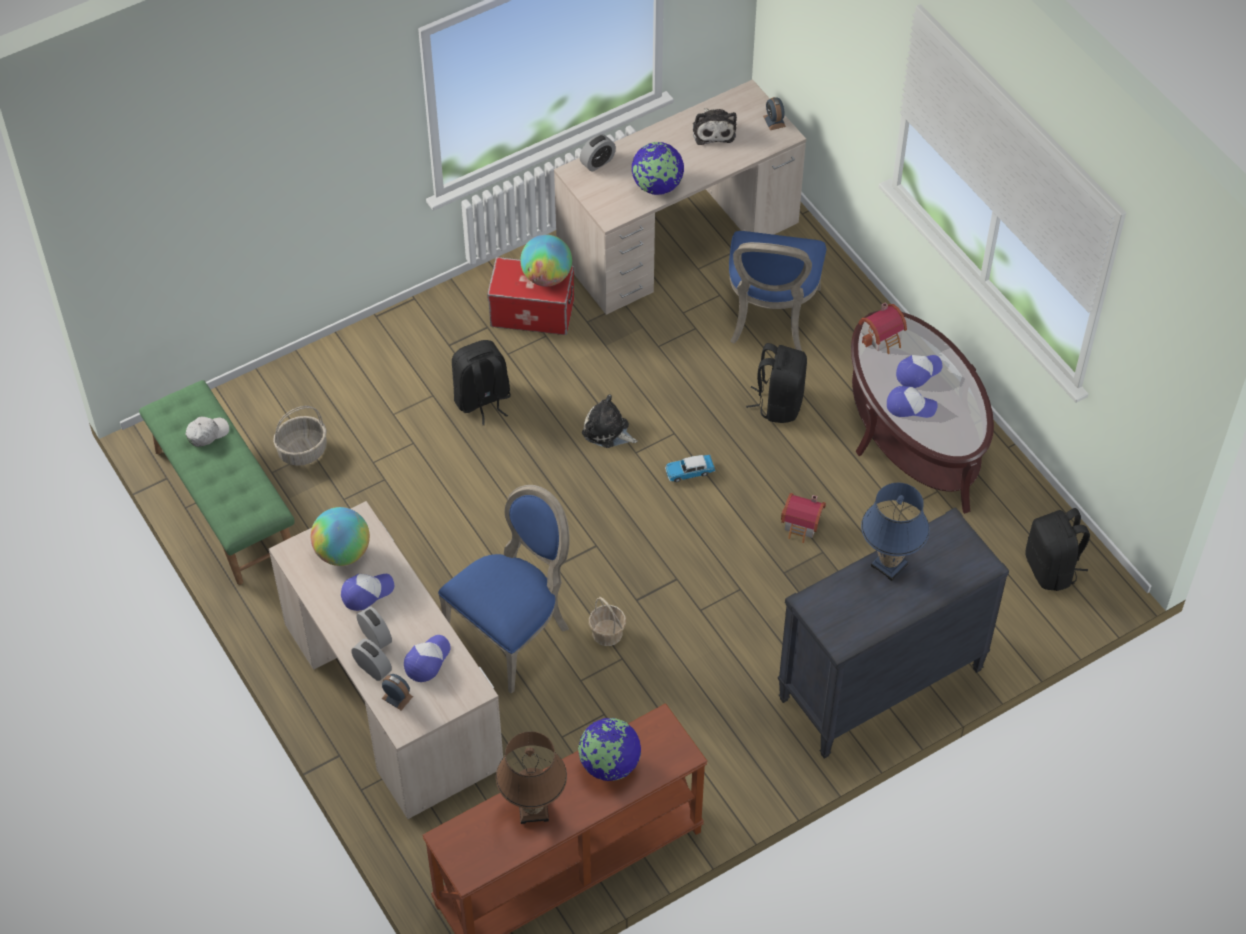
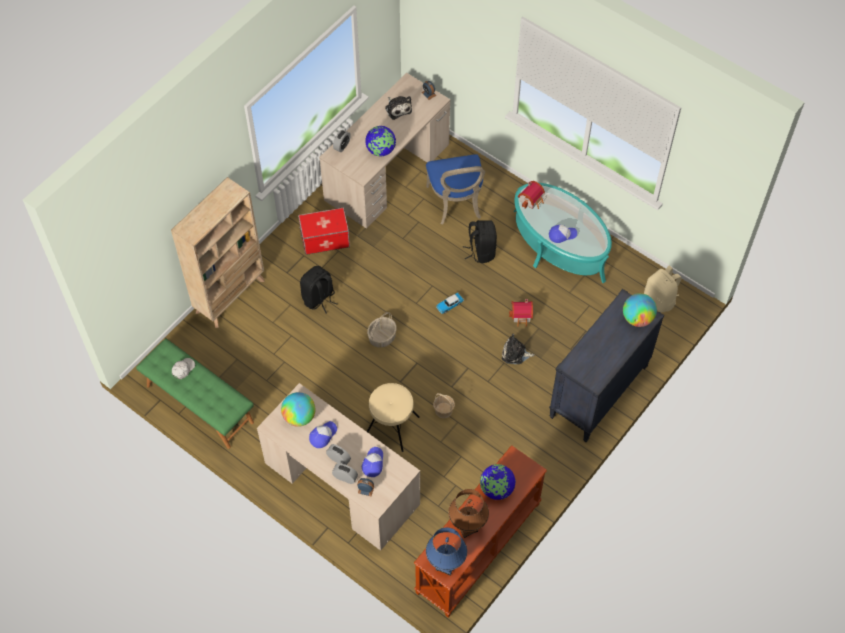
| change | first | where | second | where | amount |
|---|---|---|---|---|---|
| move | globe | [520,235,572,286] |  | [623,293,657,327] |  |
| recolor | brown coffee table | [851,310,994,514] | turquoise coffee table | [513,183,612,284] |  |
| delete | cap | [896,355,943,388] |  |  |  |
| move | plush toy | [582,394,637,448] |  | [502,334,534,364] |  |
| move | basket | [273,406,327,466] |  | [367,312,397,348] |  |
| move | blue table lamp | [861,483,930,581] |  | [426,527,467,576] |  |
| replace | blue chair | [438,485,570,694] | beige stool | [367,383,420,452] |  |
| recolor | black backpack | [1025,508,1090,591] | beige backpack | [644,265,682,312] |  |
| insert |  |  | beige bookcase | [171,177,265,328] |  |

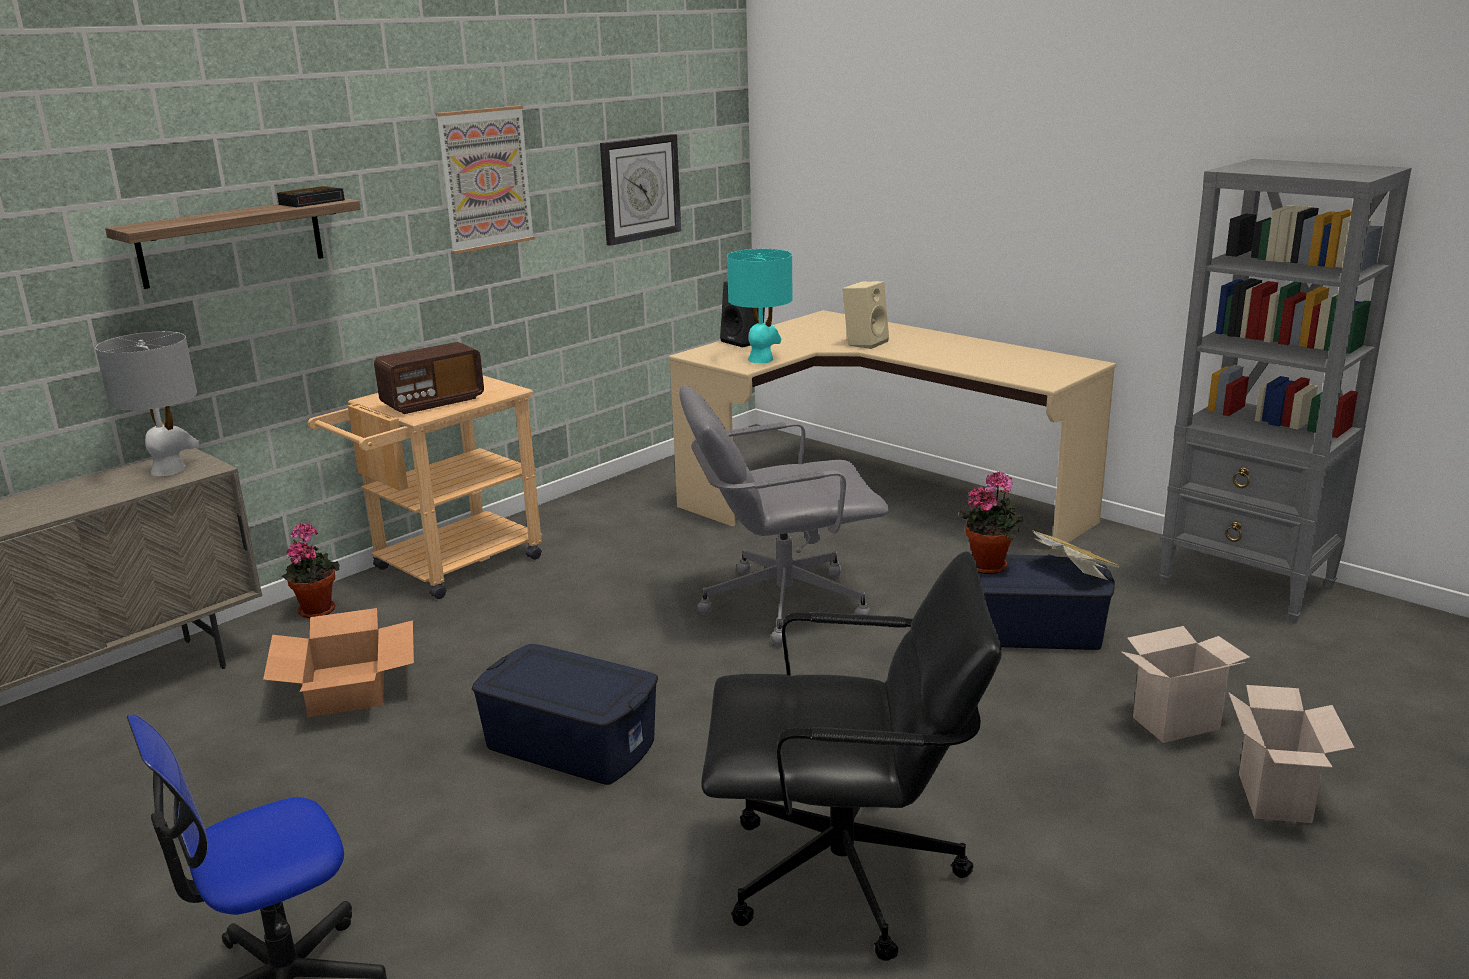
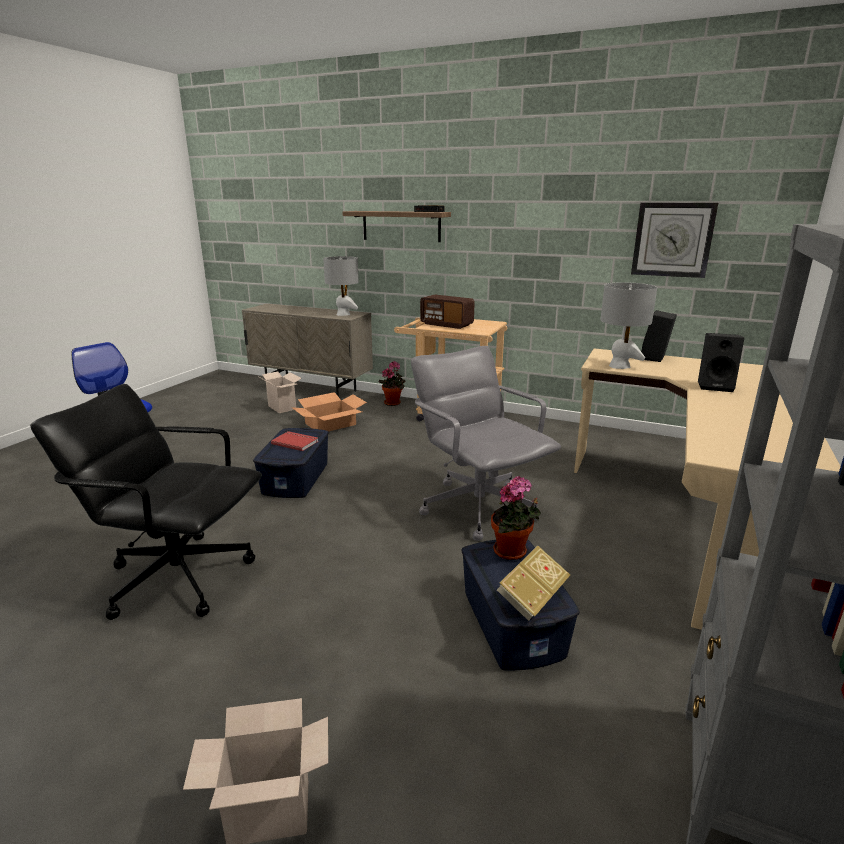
| change | first | where | second | where | amount |
|---|---|---|---|---|---|
| delete | picture | [435,106,535,254] |  |  |  |
| recolor | turquoise table lamp | [727,249,793,363] | grey table lamp | [600,282,657,369] |  |
| recolor | beige speaker | [843,281,889,349] | black speaker | [698,333,744,392] |  |
| rotate | black office chair | [701,551,1002,961] |  | [30,384,262,620] | 120 degrees clockwise |
| move | cardboard box | [1121,626,1250,743] |  | [260,372,302,413] |  |
| insert |  |  | red book | [271,431,318,451] |  |

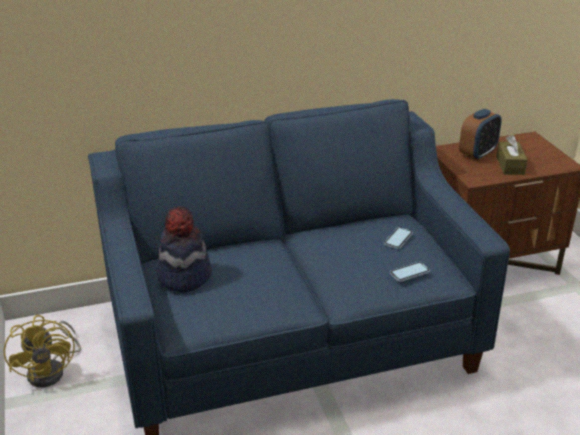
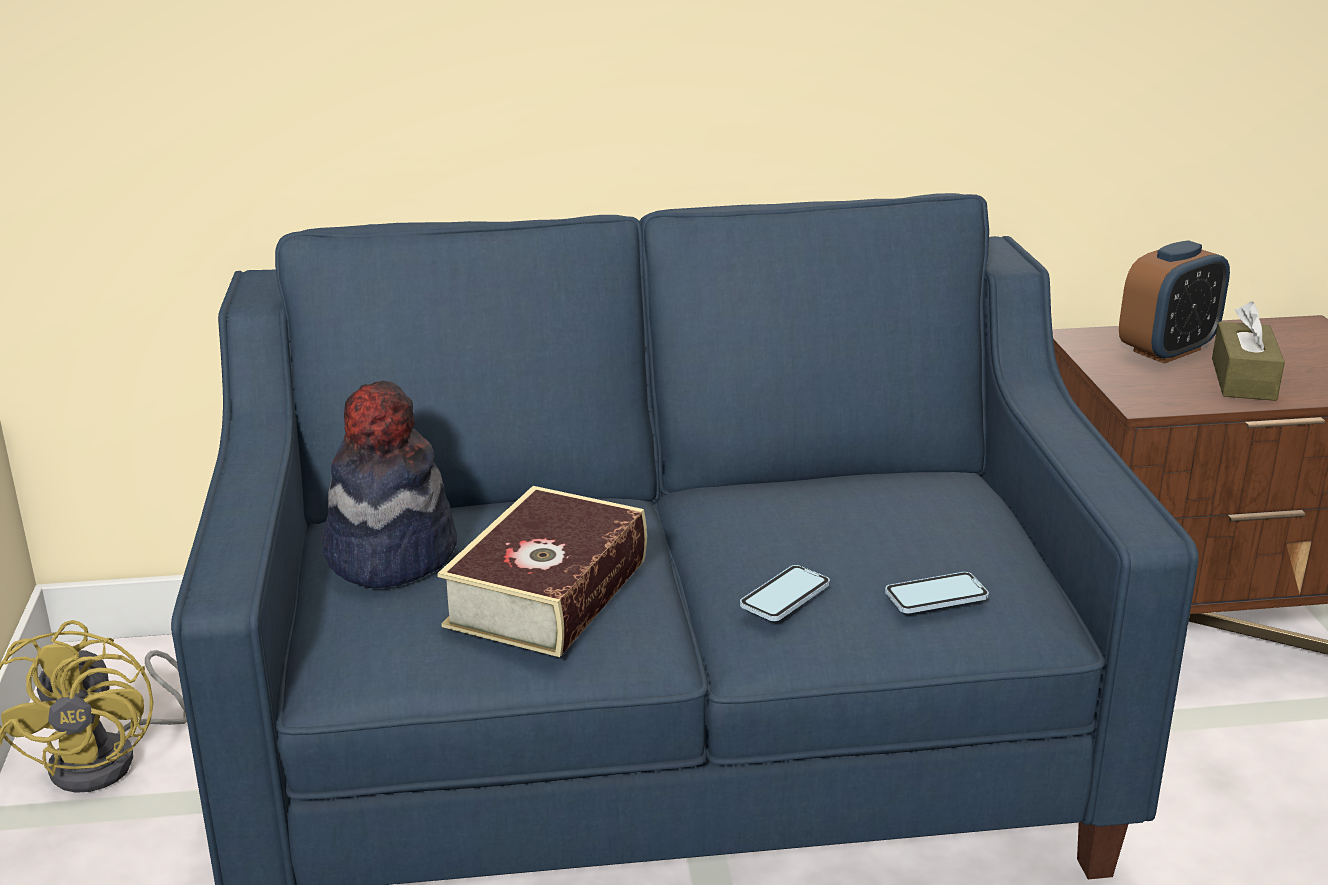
| change | first | where | second | where | amount |
|---|---|---|---|---|---|
| move | phone | [384,227,413,249] |  | [740,565,830,621] |  |
| insert |  |  | book | [437,486,647,657] |  |

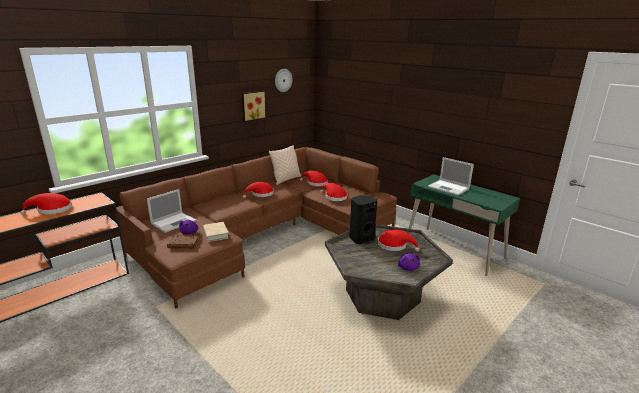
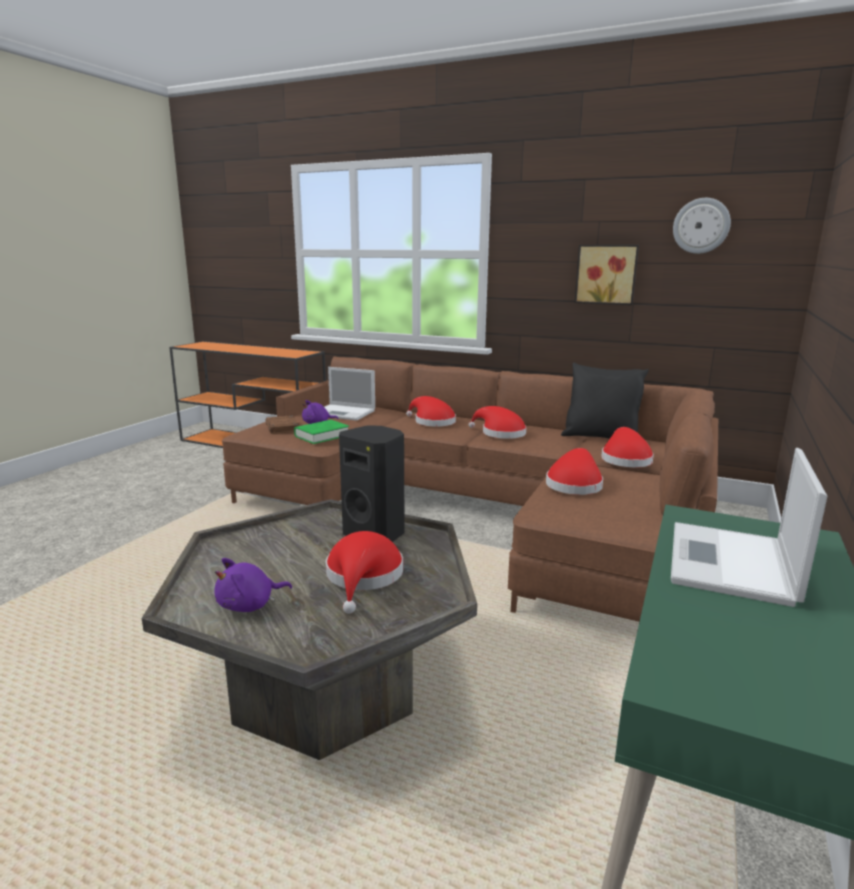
| change | first | where | second | where | amount |
|---|---|---|---|---|---|
| recolor | beige pillow | [269,145,301,185] | black pillow | [561,362,649,439] |  |
| move | red hat | [20,193,72,215] |  | [406,396,456,427] |  |
| recolor | beige book | [203,222,229,242] | green book | [294,420,349,444] |  |

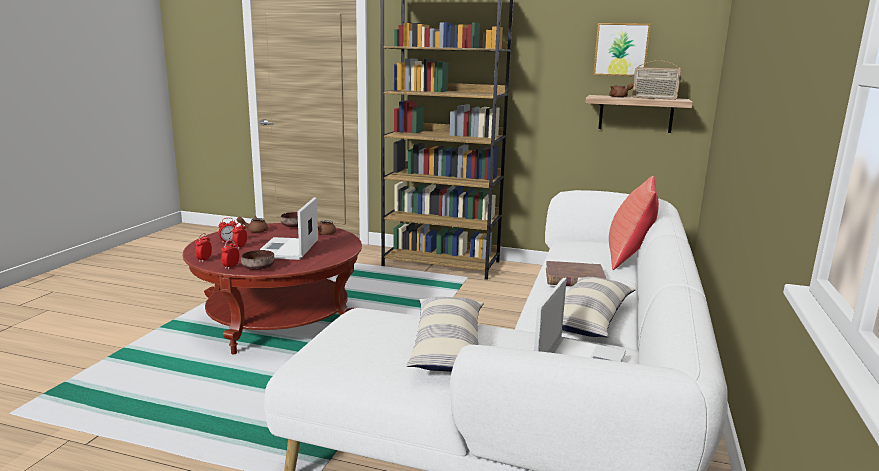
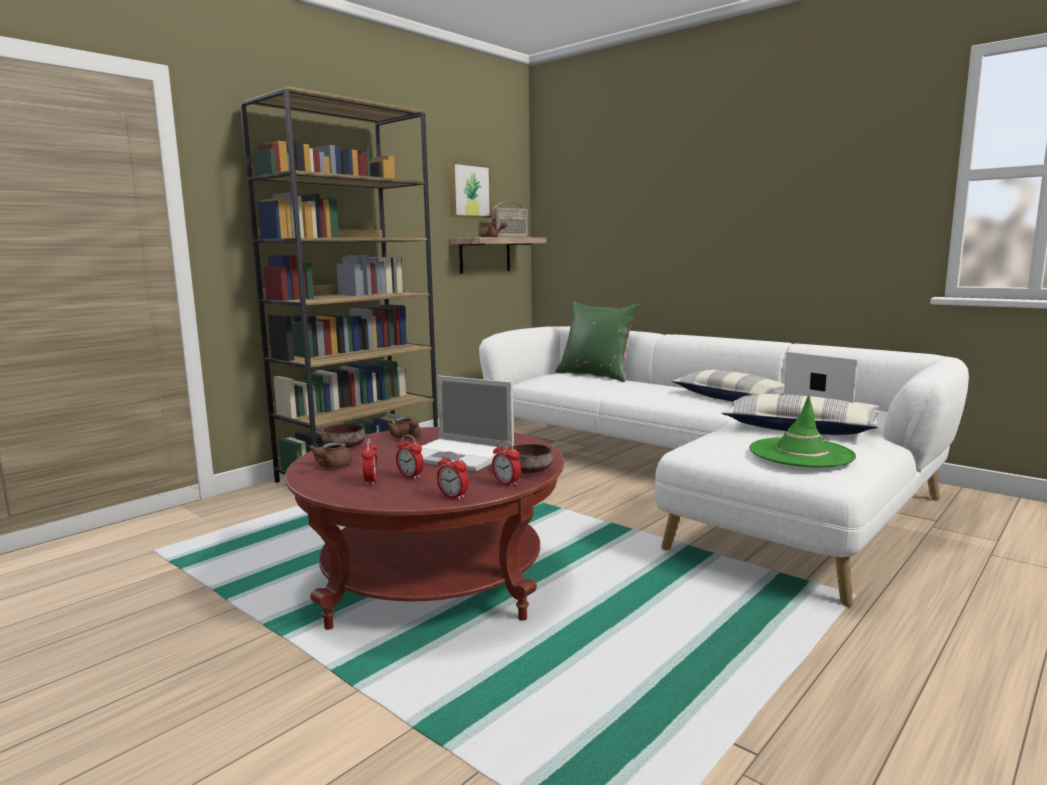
| change | first | where | second | where | amount |
|---|---|---|---|---|---|
| recolor | red pillow | [609,176,659,270] | green pillow | [556,302,640,382] |  |
| delete | brown book | [546,261,606,286] |  |  |  |
| insert |  |  | green hat | [749,395,856,467] |  |

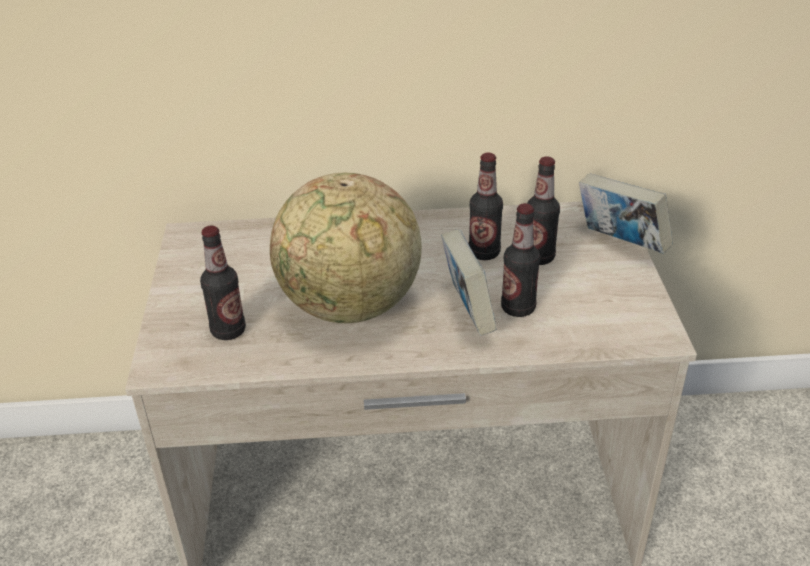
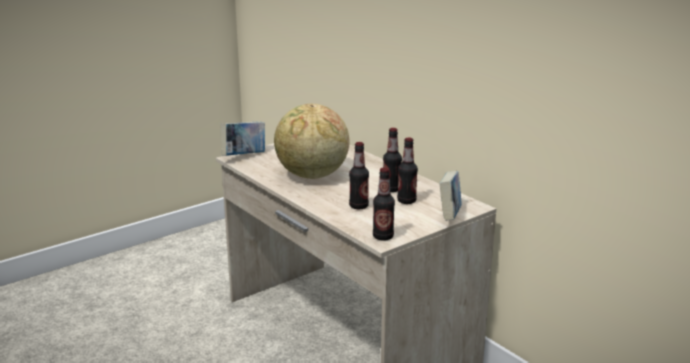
| change | first | where | second | where | amount |
|---|---|---|---|---|---|
| move | bottle | [200,226,246,340] |  | [373,167,395,241] |  |
| move | book | [441,229,496,336] |  | [220,121,265,156] |  |

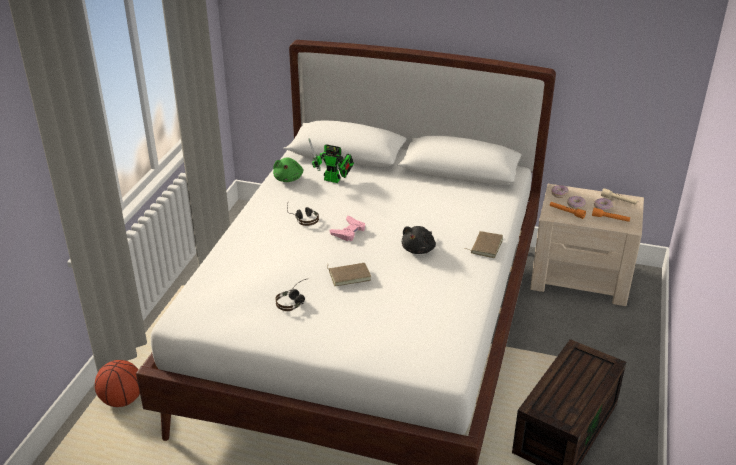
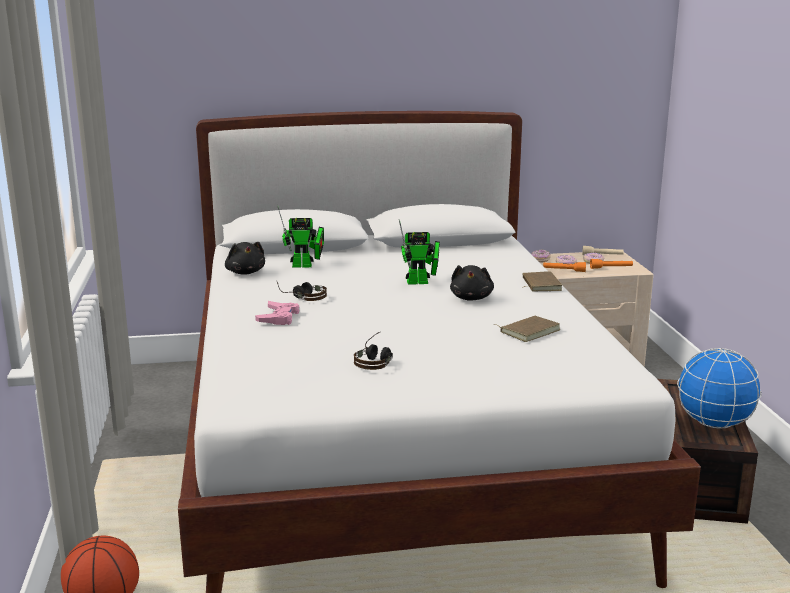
| change | first | where | second | where | amount |
|---|---|---|---|---|---|
| recolor | green plush toy | [273,157,303,182] | black plush toy | [225,242,265,275] |  |
| move | pink game controller | [330,216,365,241] |  | [255,301,299,325] |  |
| move | brown book | [327,263,371,286] |  | [493,316,560,342] |  |
| insert |  |  | toy robot | [399,219,440,285] |  |
| insert |  |  | globe | [677,348,762,428] |  |

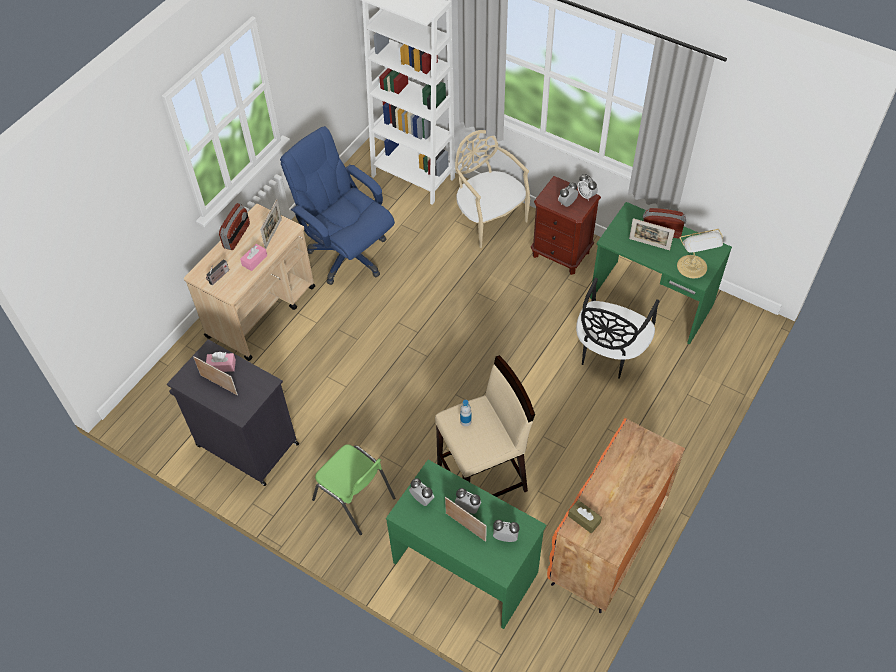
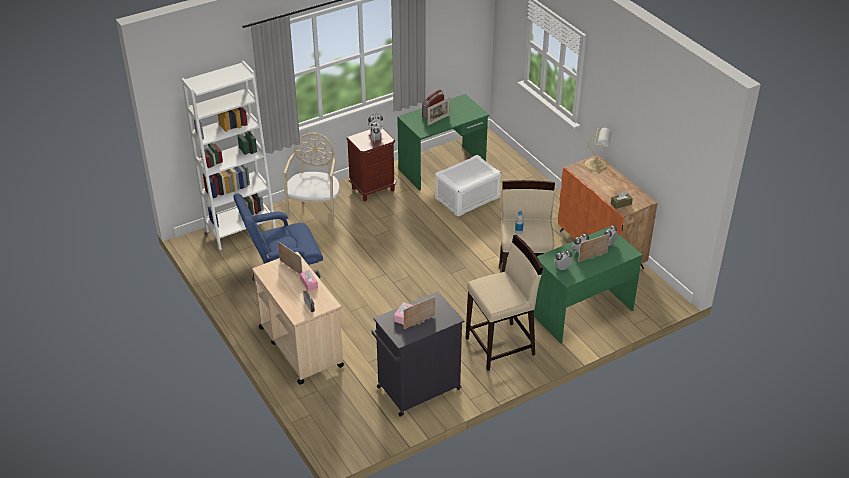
| change | first | where | second | where | amount |
|---|---|---|---|---|---|
| rotate | beige chair | [455,130,530,248] |  | [284,133,340,223] | 105 degrees clockwise |
| delete | radio | [219,203,250,250] |  |  |  |
| move | table lamp | [677,229,723,279] |  | [585,128,612,172] |  |
| replace | black chair | [576,278,660,379] | white storage box | [435,155,501,217] |  |
| replace | green chair | [312,444,395,535] | beige stool | [466,235,543,371] |  |

